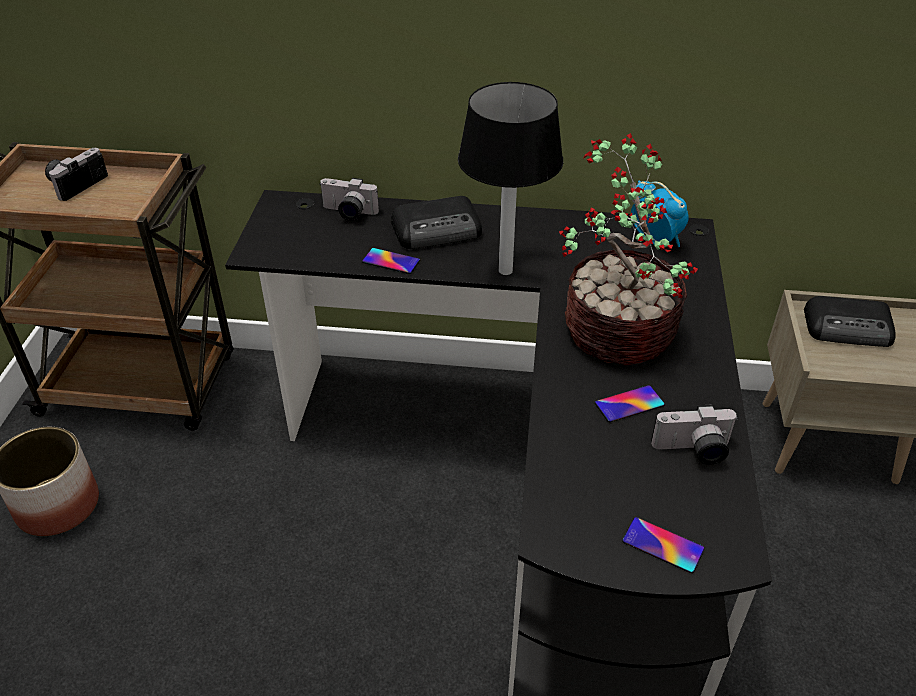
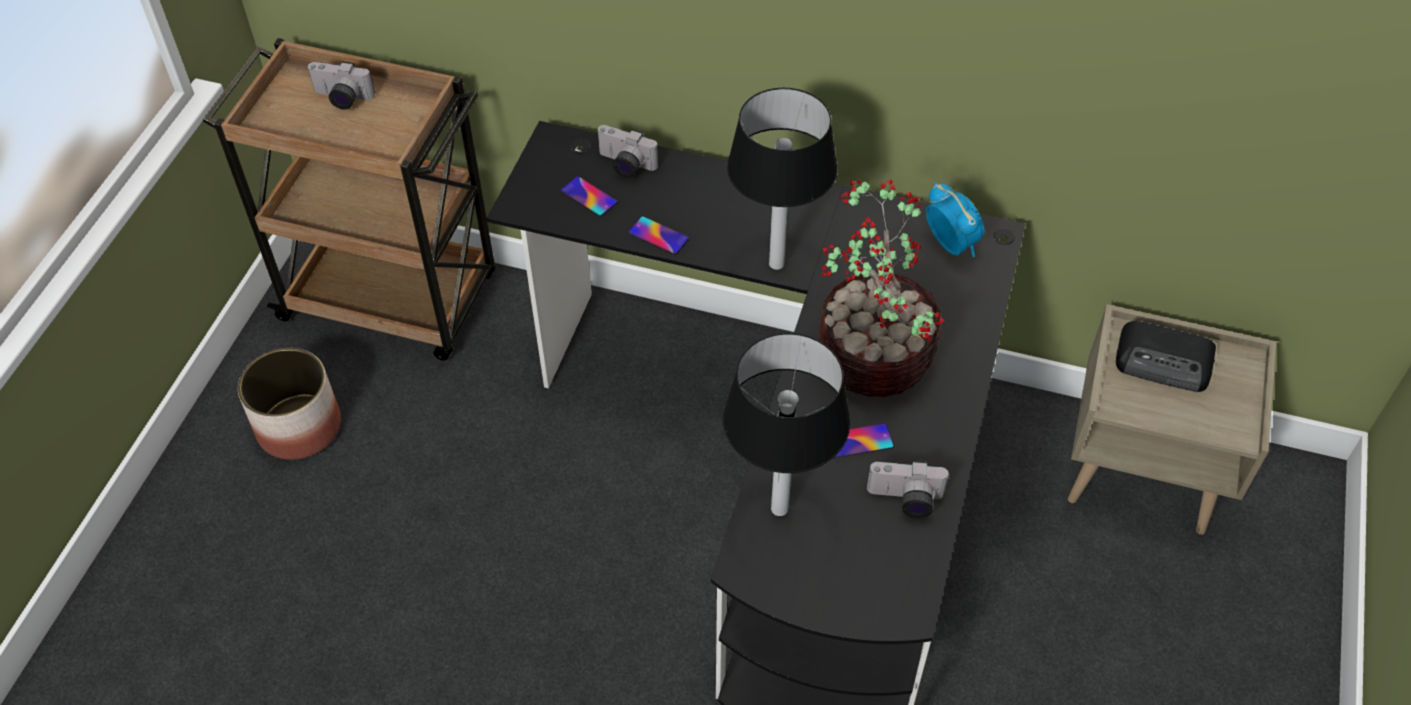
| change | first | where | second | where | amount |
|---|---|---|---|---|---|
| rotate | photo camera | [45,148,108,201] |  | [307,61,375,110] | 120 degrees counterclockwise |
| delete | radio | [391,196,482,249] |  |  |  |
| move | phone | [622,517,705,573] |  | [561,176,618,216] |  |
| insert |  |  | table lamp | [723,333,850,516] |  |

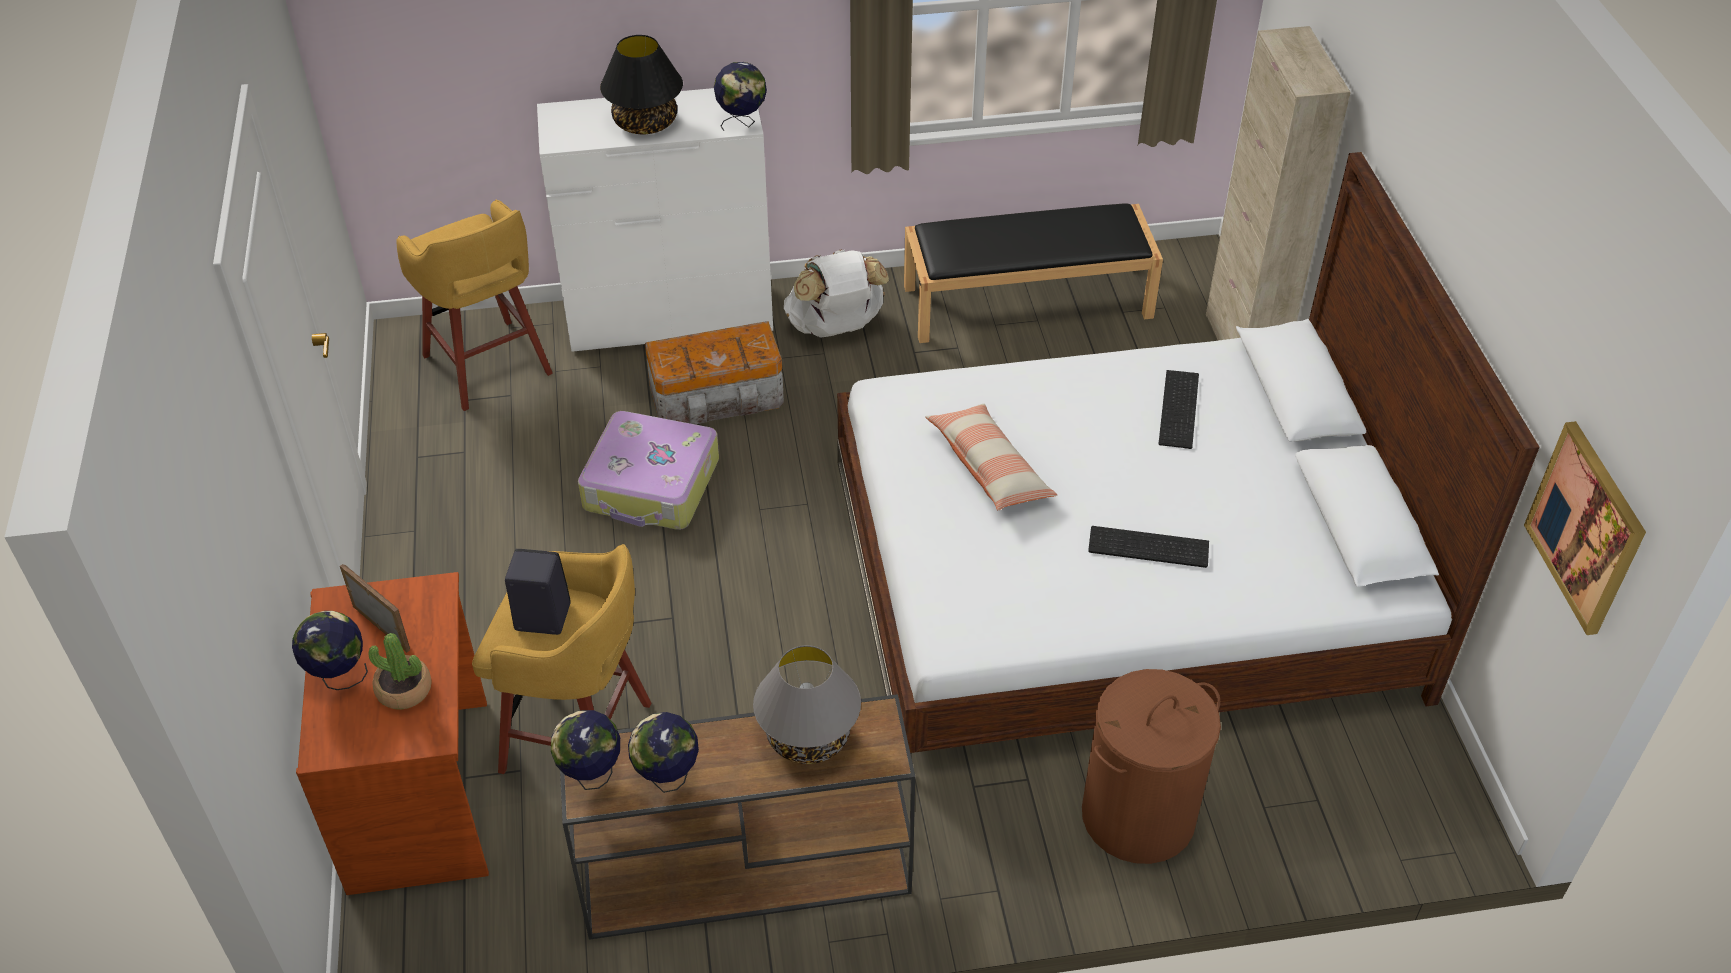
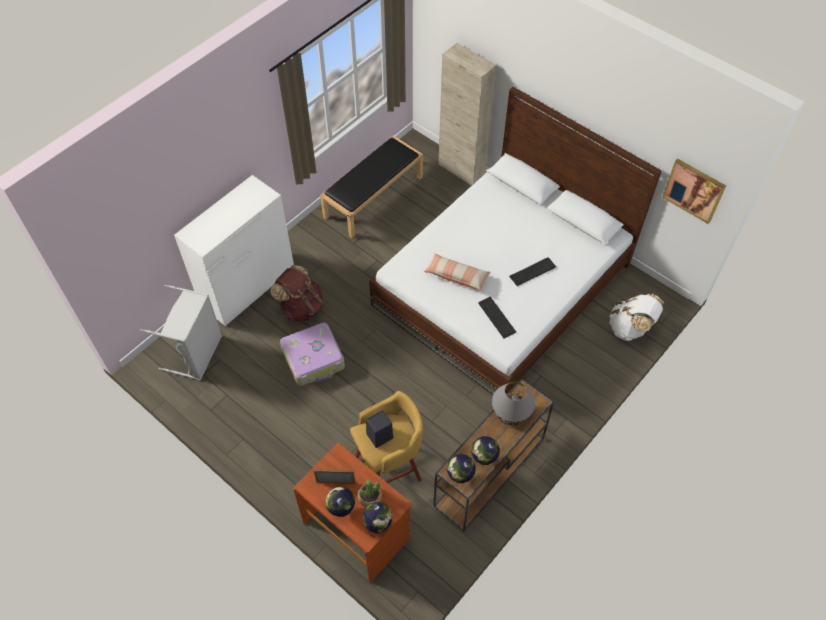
| change | first | where | second | where | amount |
|---|---|---|---|---|---|
| delete | black table lamp | [600,35,683,134] |  |  |  |
| move | globe | [714,62,767,131] |  | [363,502,392,537] |  |
| replace | yellow stool | [397,200,553,411] | grey laundry basket | [140,285,222,380] |  |
| move | white backpack | [784,249,889,338] |  | [609,294,664,341] |  |
| replace | storage box | [645,321,784,424] | brown backpack | [270,265,324,322] |  |
| move | keyboard | [1158,370,1199,449] |  | [478,297,516,339] |  |
| delete | brown laundry basket | [1082,669,1221,864] |  |  |  |

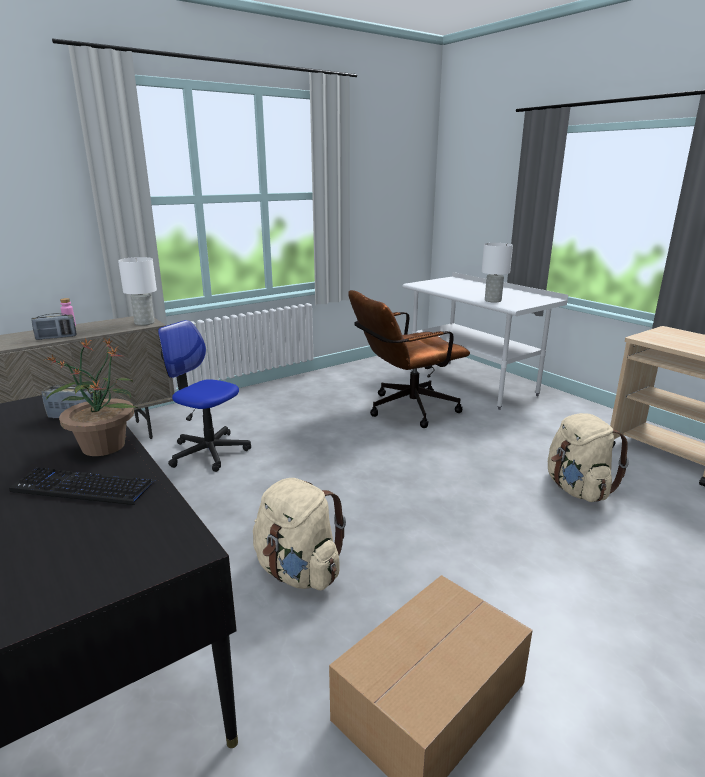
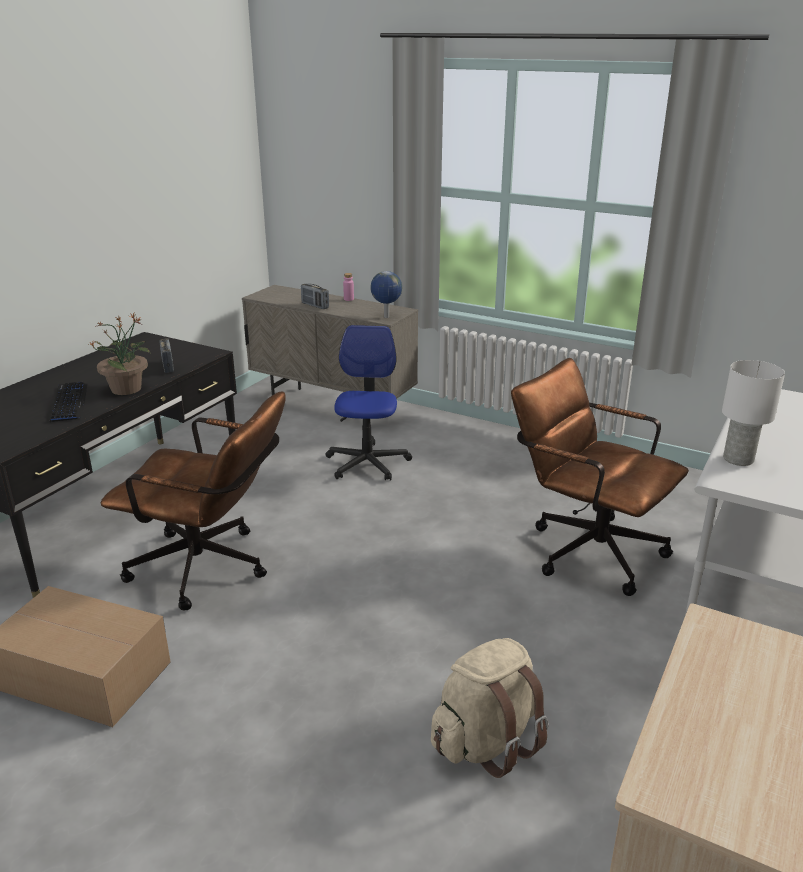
| change | first | where | second | where | amount |
|---|---|---|---|---|---|
| replace | white table lamp | [118,257,157,326] | globe | [370,271,402,318] |  |
| replace | beige backpack | [253,478,346,590] | brown office chair | [100,391,286,611] |  |

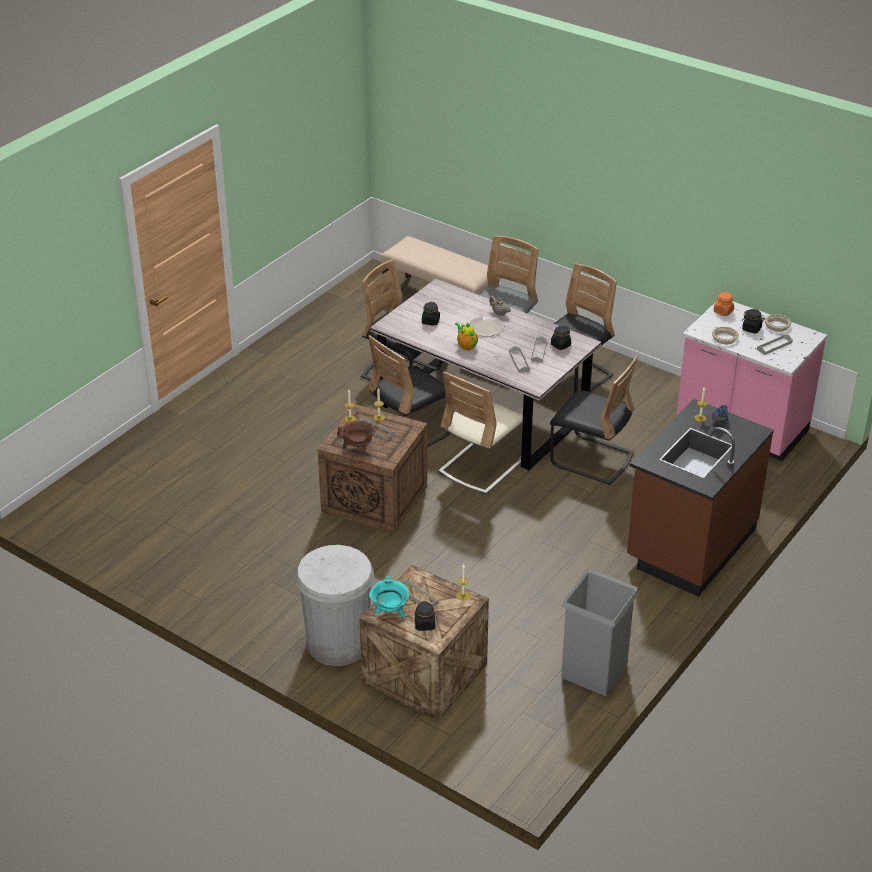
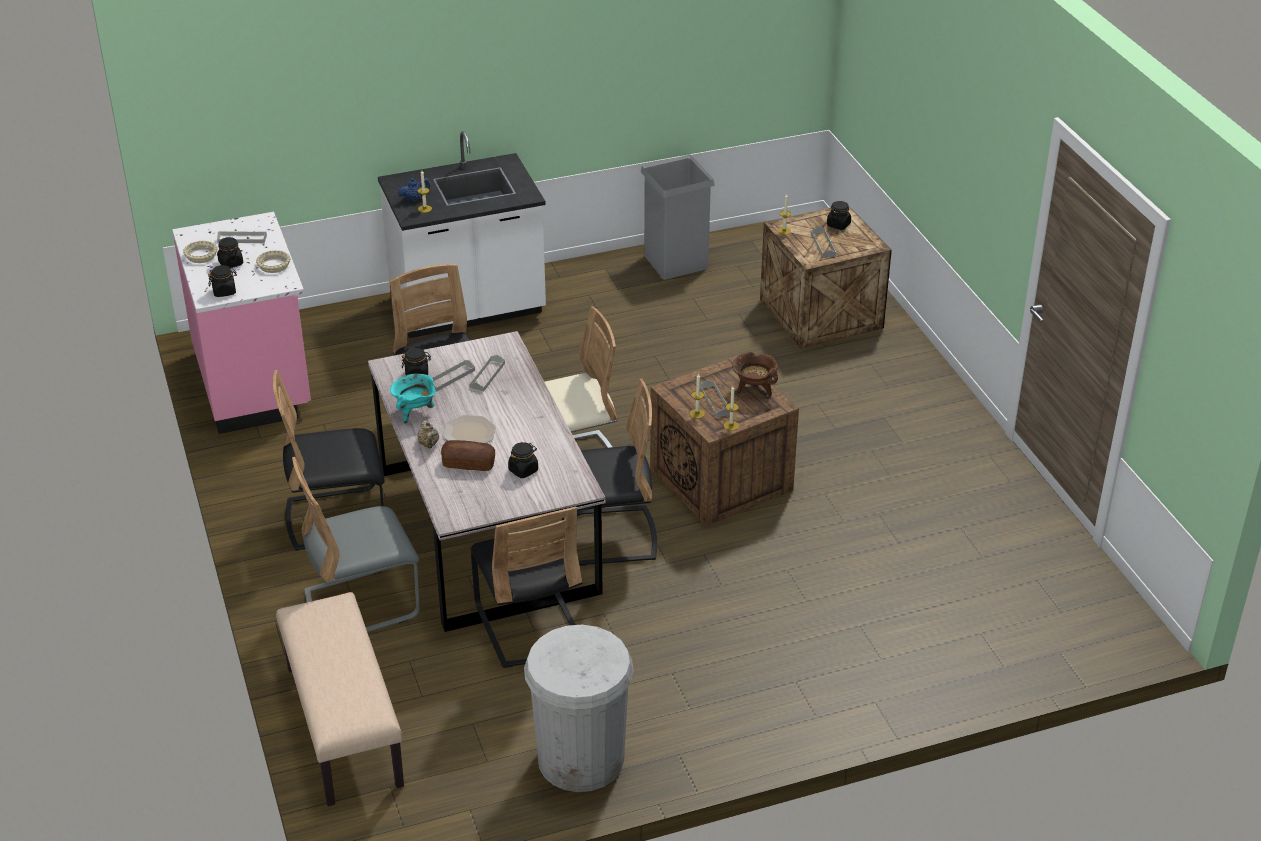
| change | first | where | second | where | amount |
|---|---|---|---|---|---|
| recolor | orange jar | [714,292,734,316] | black jar | [208,265,237,297] |  |
| delete | teapot | [455,322,478,351] |  |  |  |
| recolor | brown counter | [627,399,774,596] | white counter | [378,131,546,338] |  |
| move | white trash can | [296,545,374,666] |  | [524,625,634,792] |  |
| move | turquoise cooking pot | [369,576,409,618] |  | [390,374,436,424] |  |
| insert |  |  | bread | [441,440,495,471] |  |

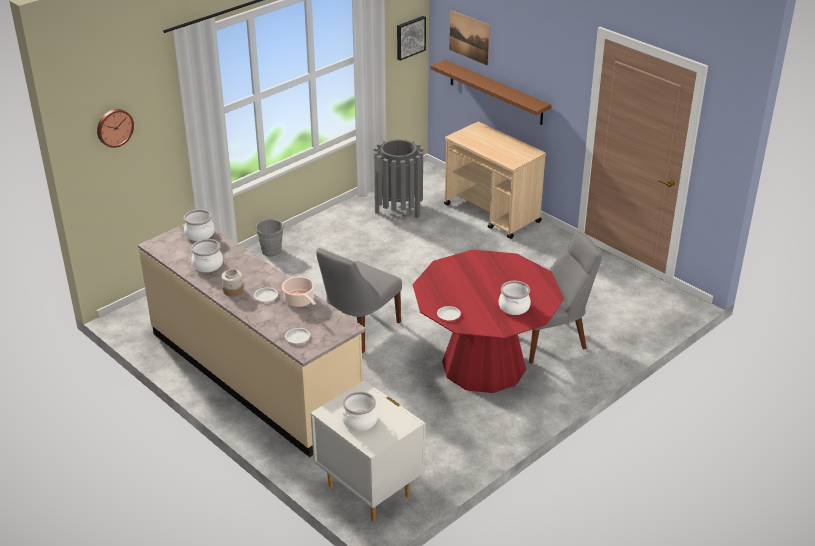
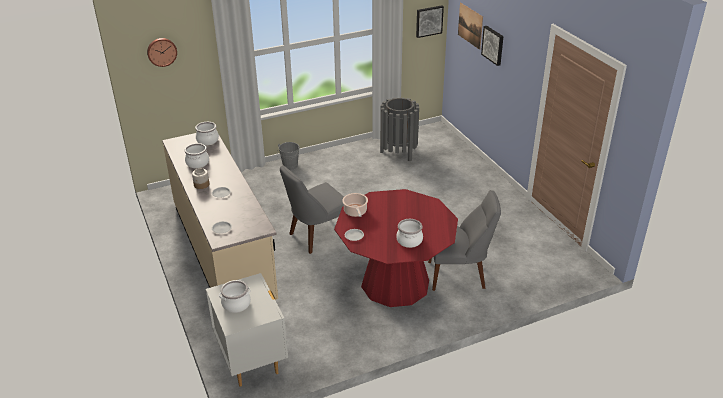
| change | first | where | second | where | amount |
|---|---|---|---|---|---|
| delete | brown shelf | [431,60,551,125] |  |  |  |
| delete | beige cart | [444,122,546,239] |  |  |  |
| move | cooking pot | [282,276,316,307] |  | [342,193,368,217] |  |
| insert |  |  | picture | [481,26,504,66] |  |

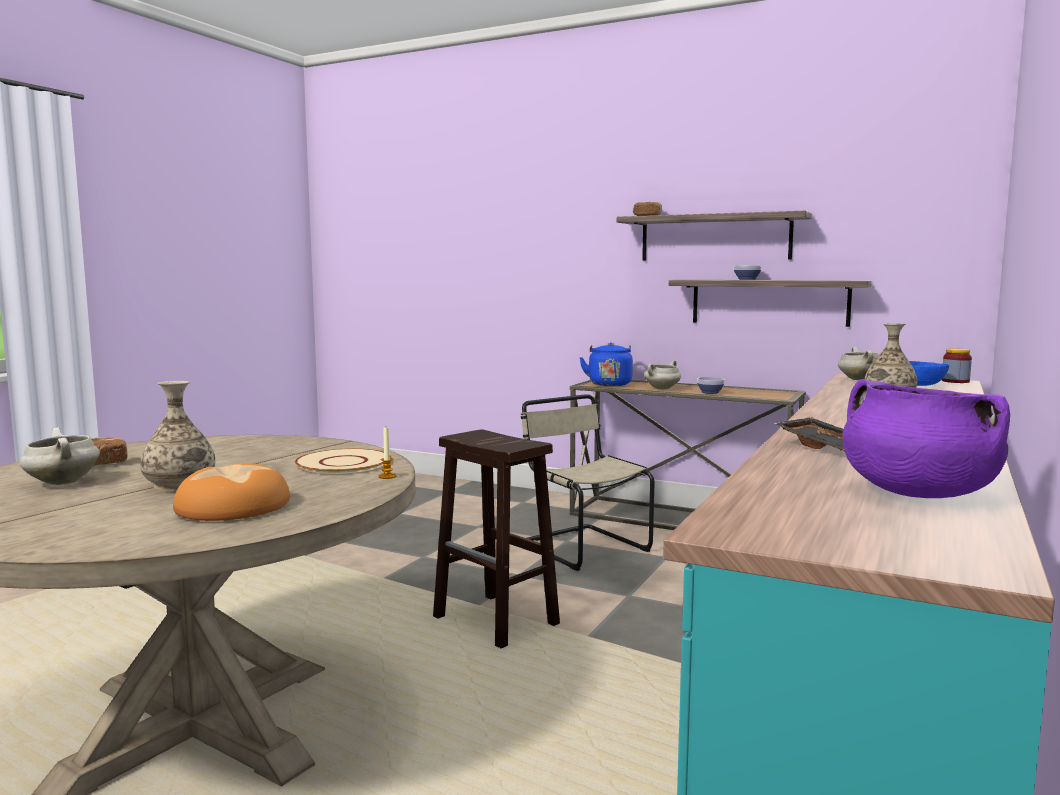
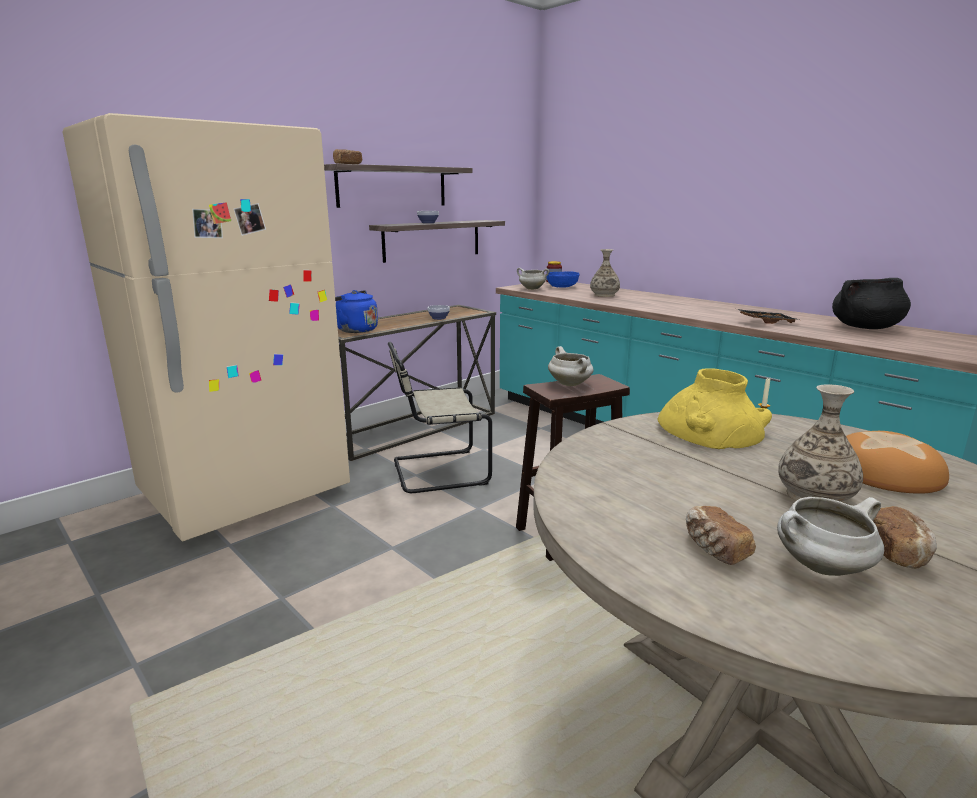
| change | first | where | second | where | amount |
|---|---|---|---|---|---|
| move | white cooking pot | [644,360,681,390] |  | [548,346,594,386] |  |
| recolor | purple cooking pot | [843,379,1010,498] | black cooking pot | [832,278,911,329] |  |
| replace | beige plate | [295,448,391,474] | yellow vase | [658,368,772,449] |  |
| insert |  |  | beige fridge | [63,113,350,541] |  |
| insert |  |  | bread | [873,506,937,569] |  |

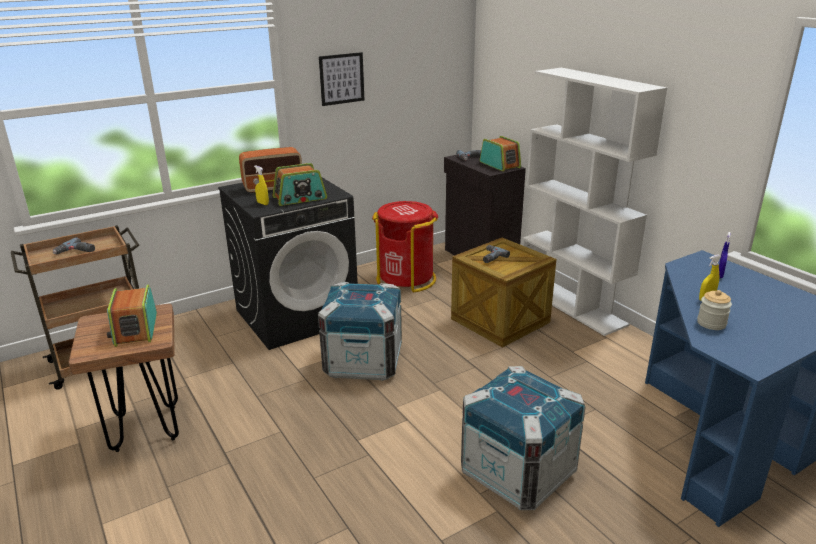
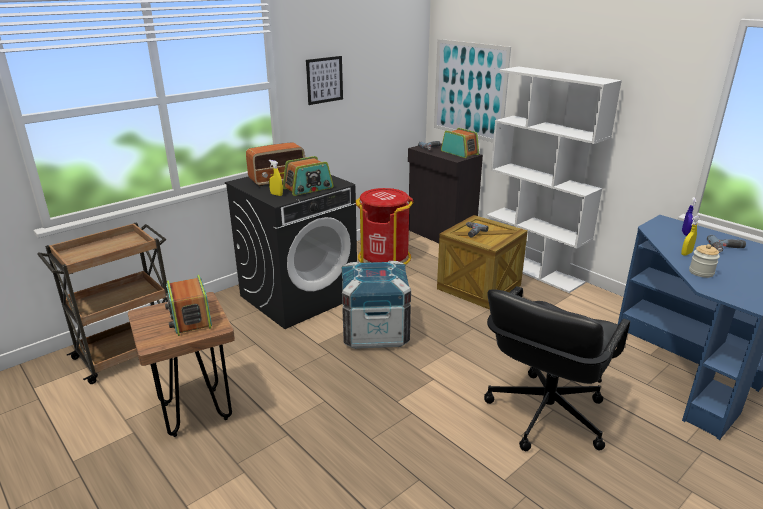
| change | first | where | second | where | amount |
|---|---|---|---|---|---|
| move | power drill | [53,237,95,254] |  | [707,235,746,253] |  |
| replace | crate | [461,366,586,510] | black office chair | [484,286,630,451] |  |
| insert |  |  | picture | [434,39,511,142] |  |

